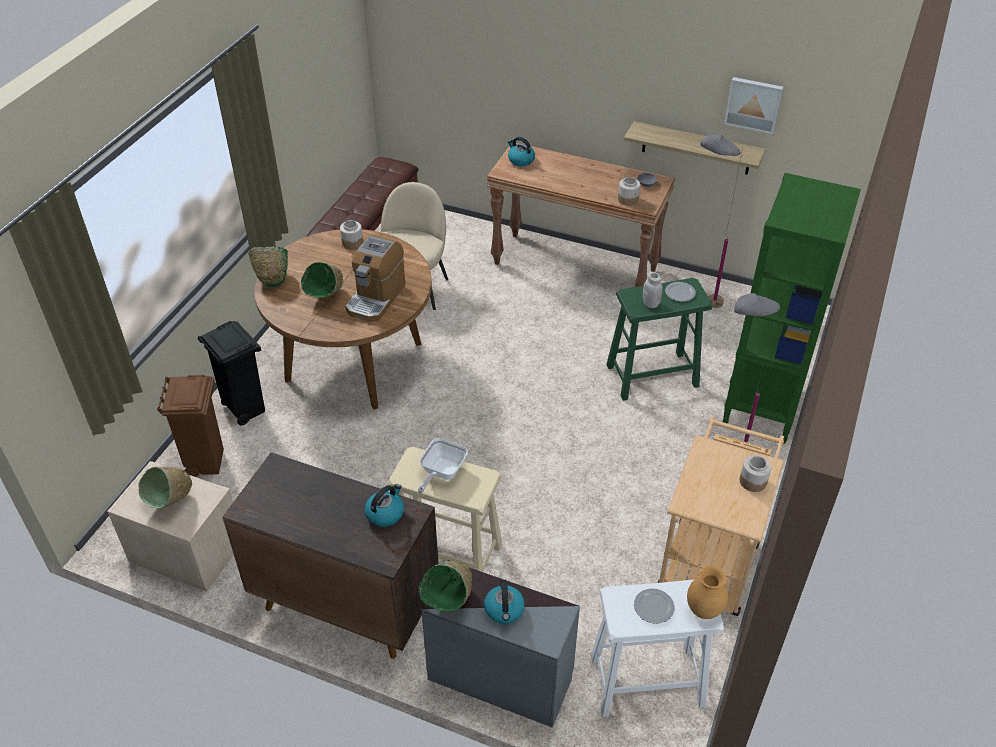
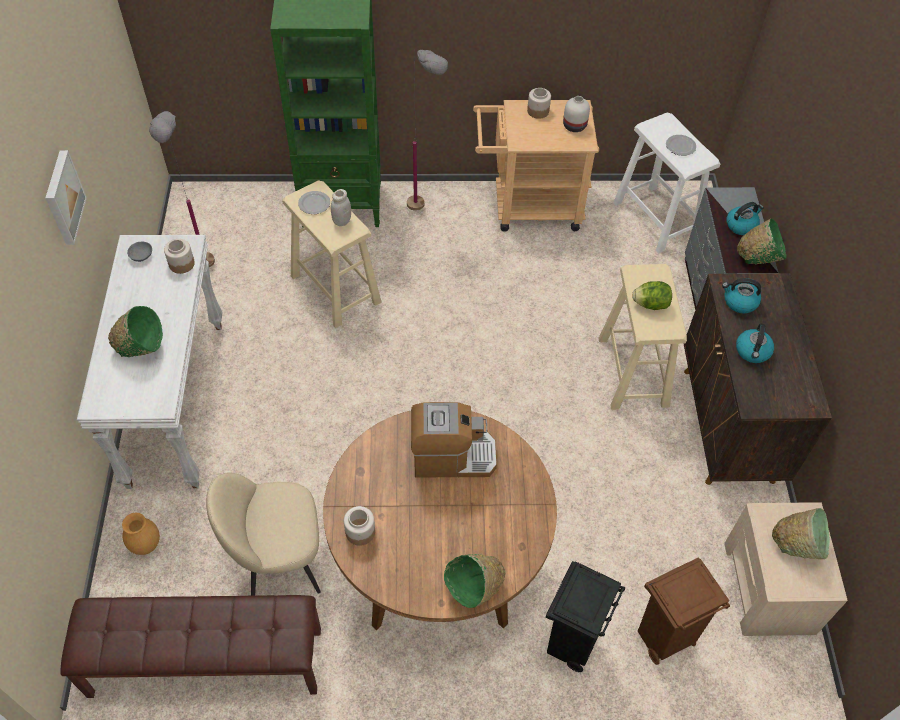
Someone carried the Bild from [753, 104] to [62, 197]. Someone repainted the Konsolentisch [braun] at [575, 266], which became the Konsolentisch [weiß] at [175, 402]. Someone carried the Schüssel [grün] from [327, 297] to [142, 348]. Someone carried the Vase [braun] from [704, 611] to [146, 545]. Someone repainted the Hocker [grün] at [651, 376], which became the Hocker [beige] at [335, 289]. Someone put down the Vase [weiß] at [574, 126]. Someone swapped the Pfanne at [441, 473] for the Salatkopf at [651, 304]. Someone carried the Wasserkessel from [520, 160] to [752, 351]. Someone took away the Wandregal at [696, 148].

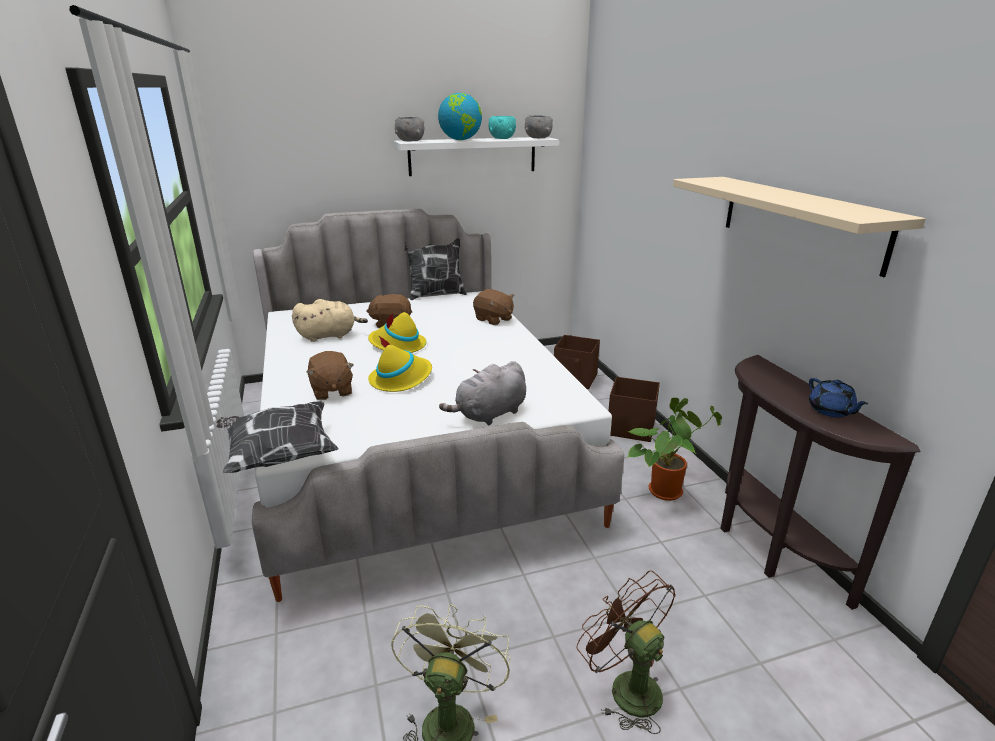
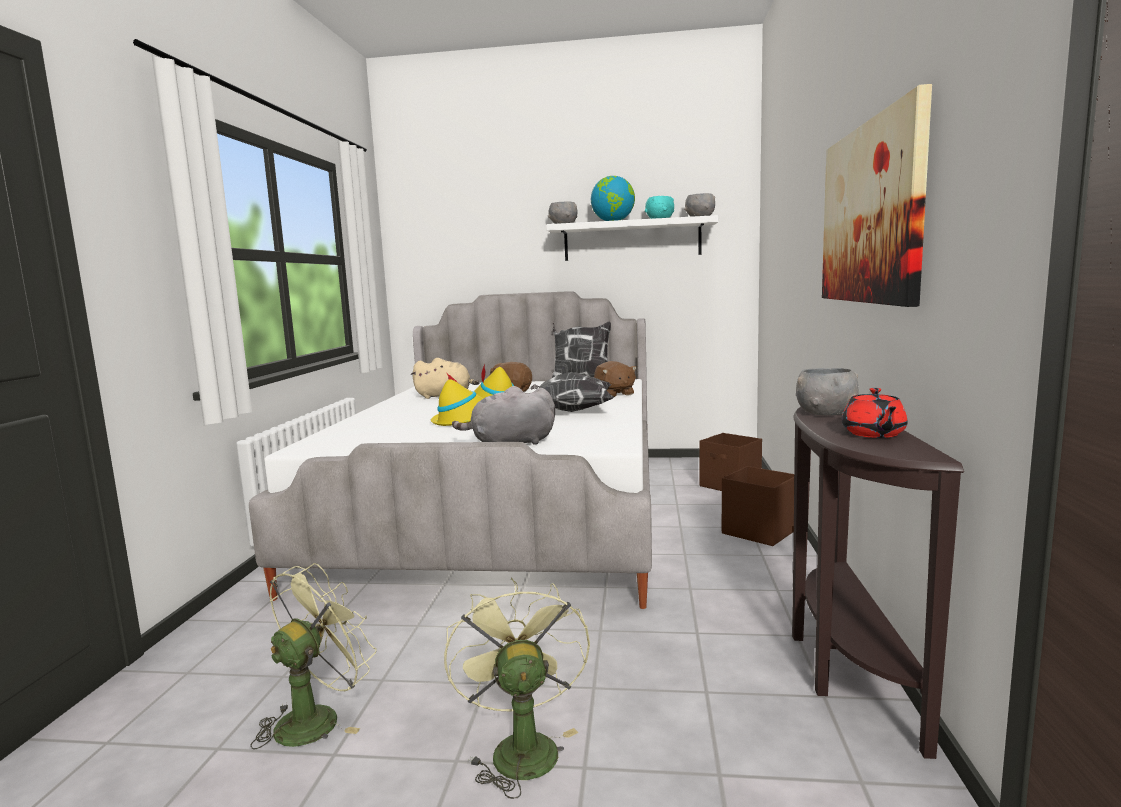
Someone repainted the Ventilator [braun] at [626, 686], which became the Ventilator [grün] at [520, 747]. Someone carried the Kissen from [279, 455] to [570, 411]. Someone put down the Schüssel [grau] at [826, 413]. Someone swapped the Wandregal [beige] at [799, 221] for the Bild at [870, 214]. Someone repainted the Teekanne [blau] at [831, 411], which became the Teekanne [rot] at [873, 434]. Someone took away the Plüschtier [braun] at [331, 391]. Someone took away the Topfpflanze at [665, 489].

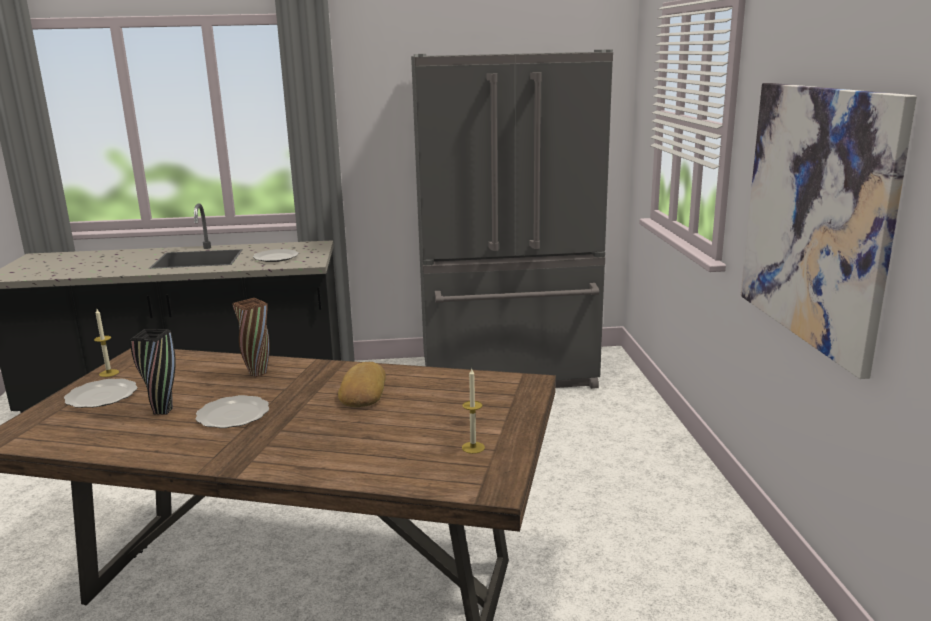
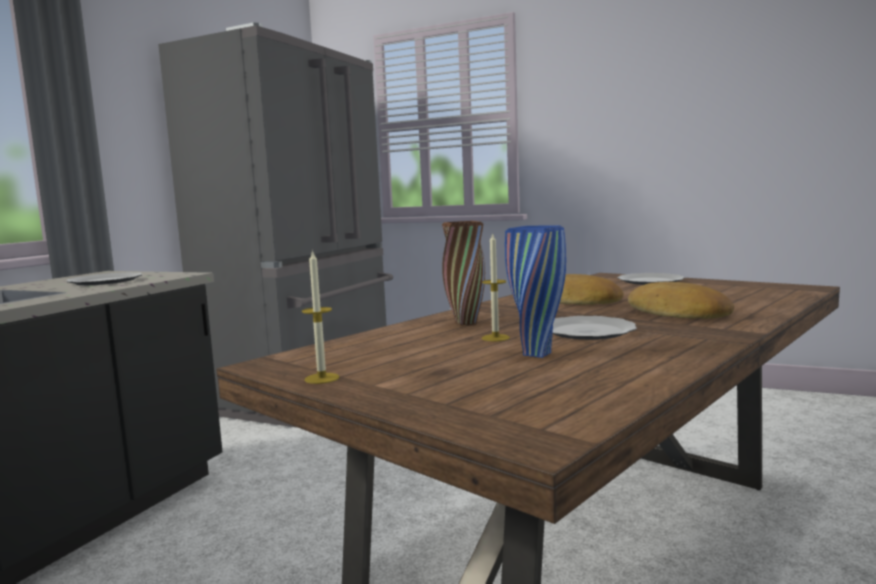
Someone carried the Kerze from [473, 447] to [495, 338]. Someone repainted the Vase [schwarz] at [163, 411], which became the Vase [blau] at [537, 354]. Someone carried the Teller from [103, 396] to [650, 281]. Someone put down the Brot at [677, 313]. Someone took away the Bild at [815, 216].

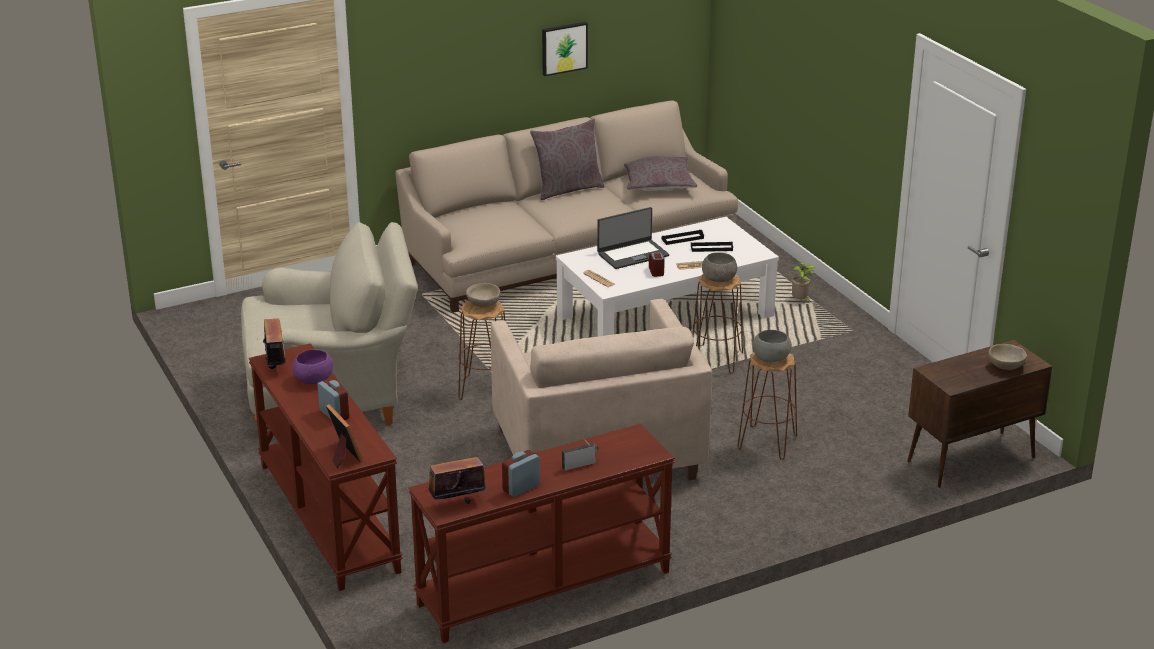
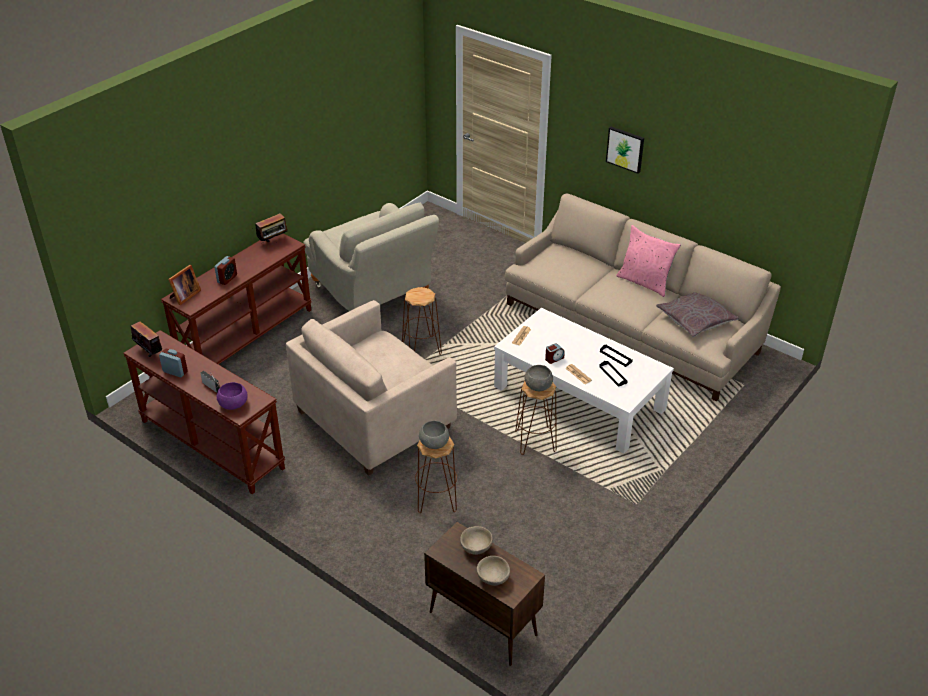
Someone carried the Schüssel [lila] from [313, 379] to [233, 404]. Someone carried the Schüssel [beige] from [483, 304] to [476, 547]. Someone carried the Bild from [564, 48] to [625, 149]. Someone repainted the Kissen [grau] at [567, 189], which became the Kissen [rosa] at [645, 282]. Someone took away the Laptop at [632, 254]. Someone took away the Topfpflanze at [800, 301].

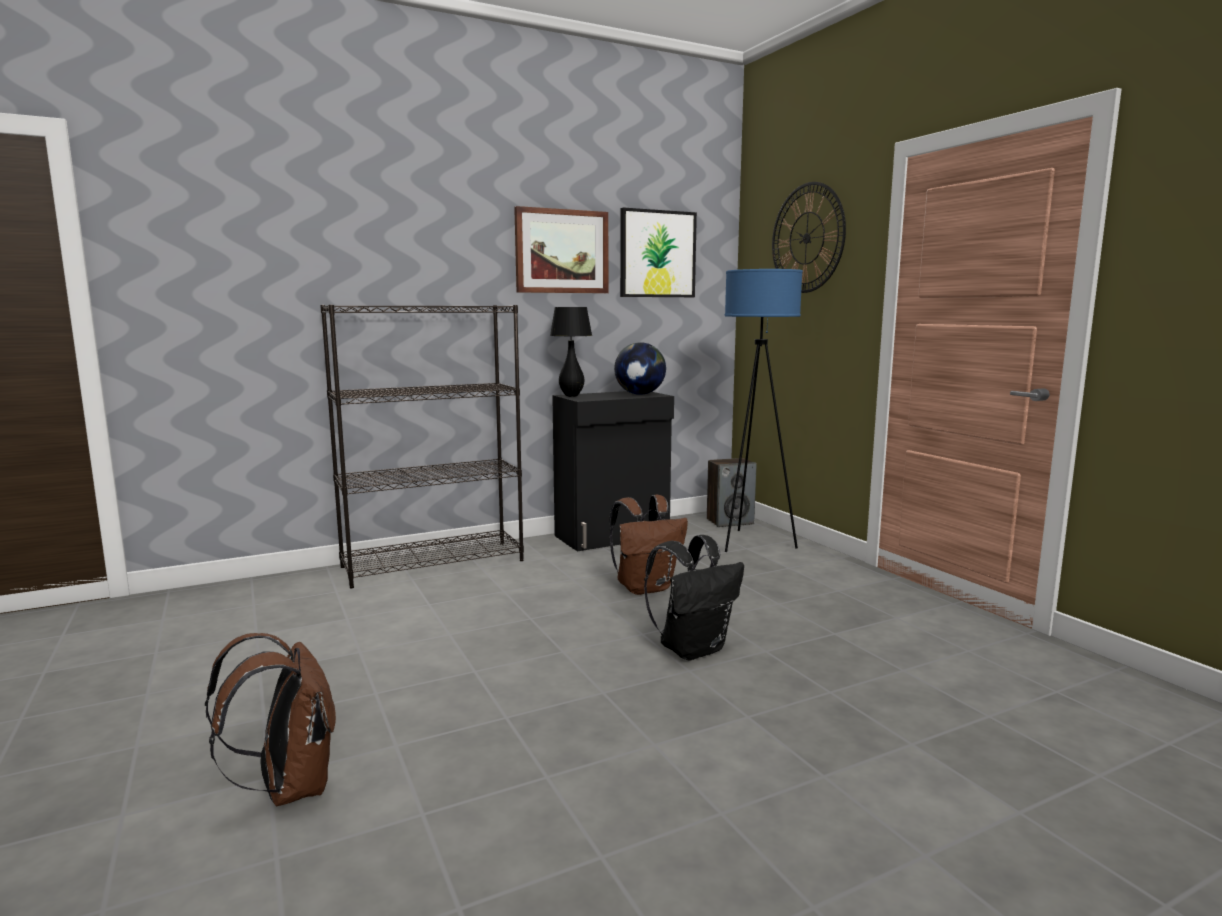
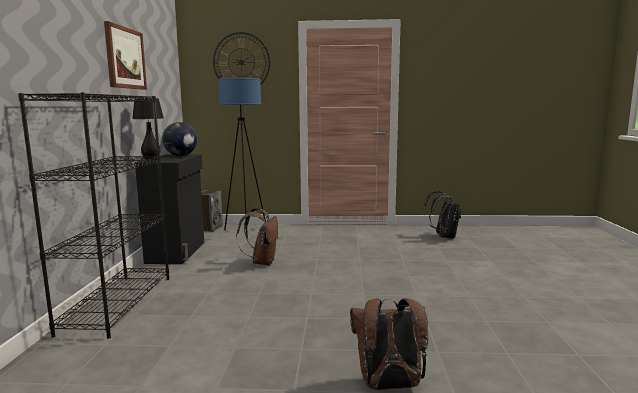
Someone carried the Rucksack [schwarz] from [693, 649] to [443, 236]. Someone took away the Bild at [657, 254].

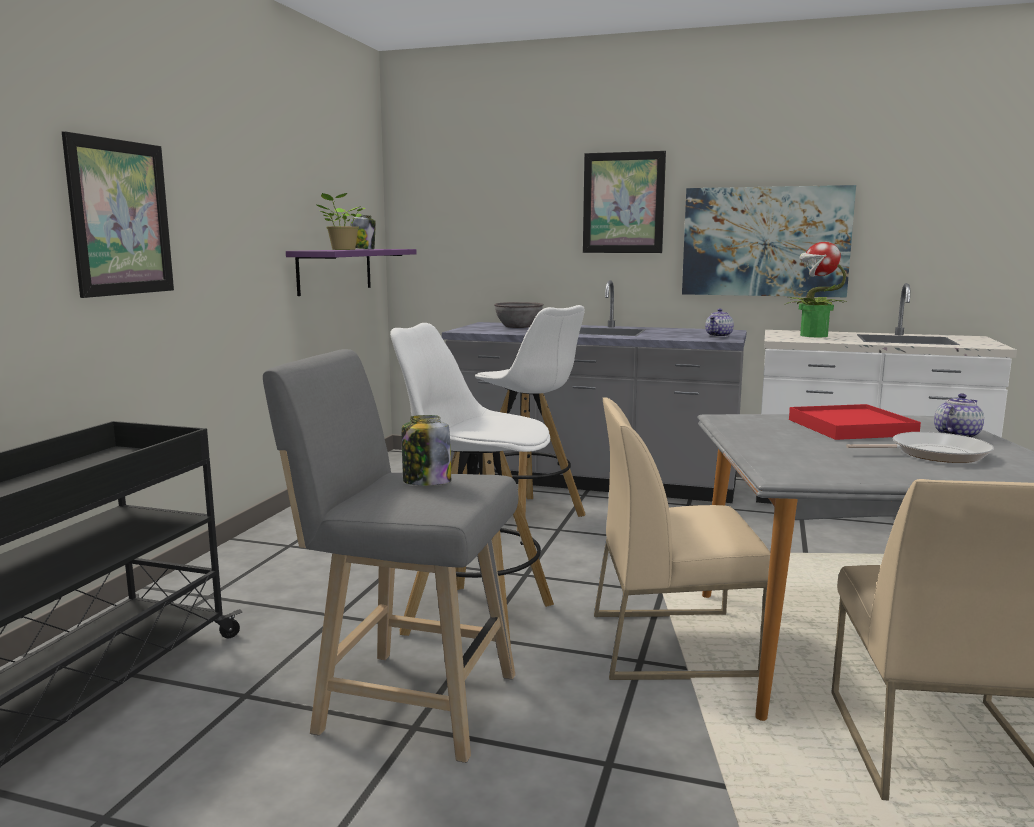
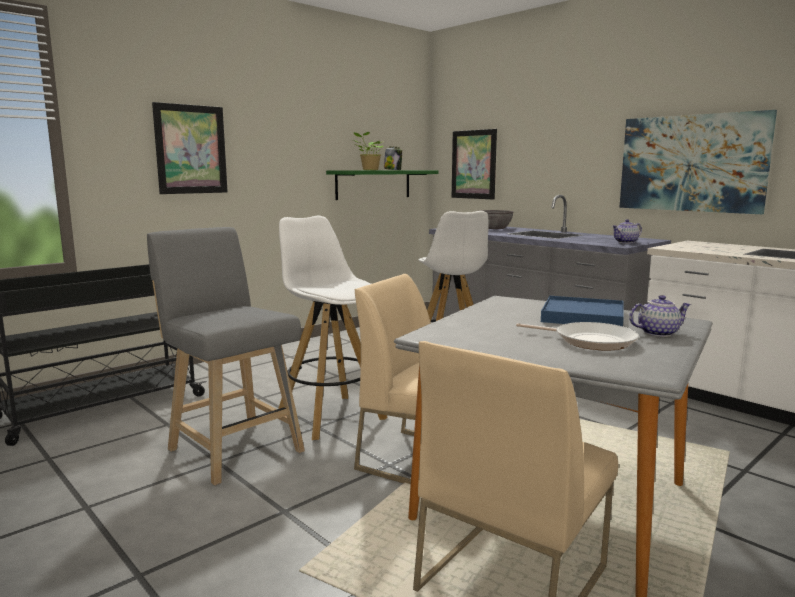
Someone repainted the Wandregal [lila] at [335, 270], which became the Wandregal [grün] at [373, 184]. Someone carried the Bild from [623, 203] to [473, 164]. Someone repainted the Tablett [rot] at [851, 427], which became the Tablett [blau] at [582, 316]. Someone took away the Vorratsglas at [426, 482]. Someone took away the Topfpflanze at [812, 335].

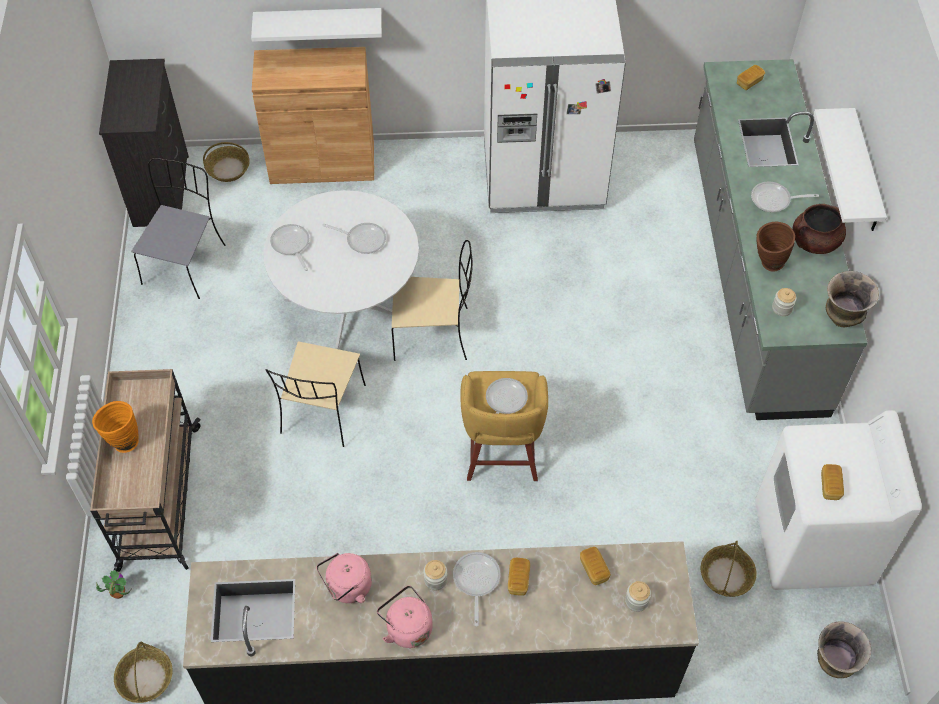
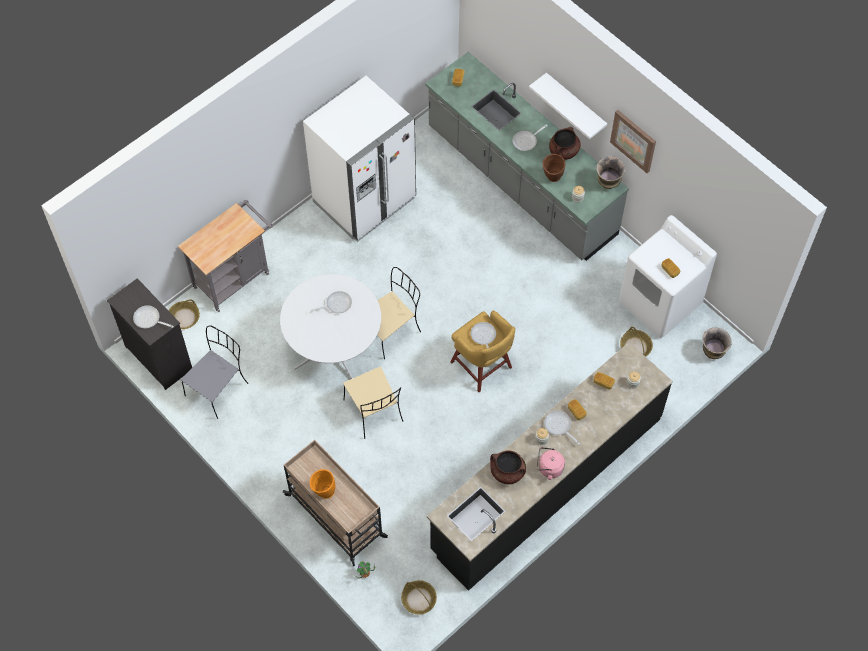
Someone carried the Pfanne from [291, 245] to [149, 319]. Someone swapped the Schrank [braun] at [322, 162] for the Rollwagen [grau] at [234, 277]. Someone rotated the Stuhl [grau] at [185, 263] by 60 degrees clockwise. Someone swapped the Wasserkessel [rosa] at [347, 588] for the Kochtopf [braun] at [507, 472]. Someone put up the Bild at [633, 140]. Someone took away the Wandregal [weiß] at [318, 22].

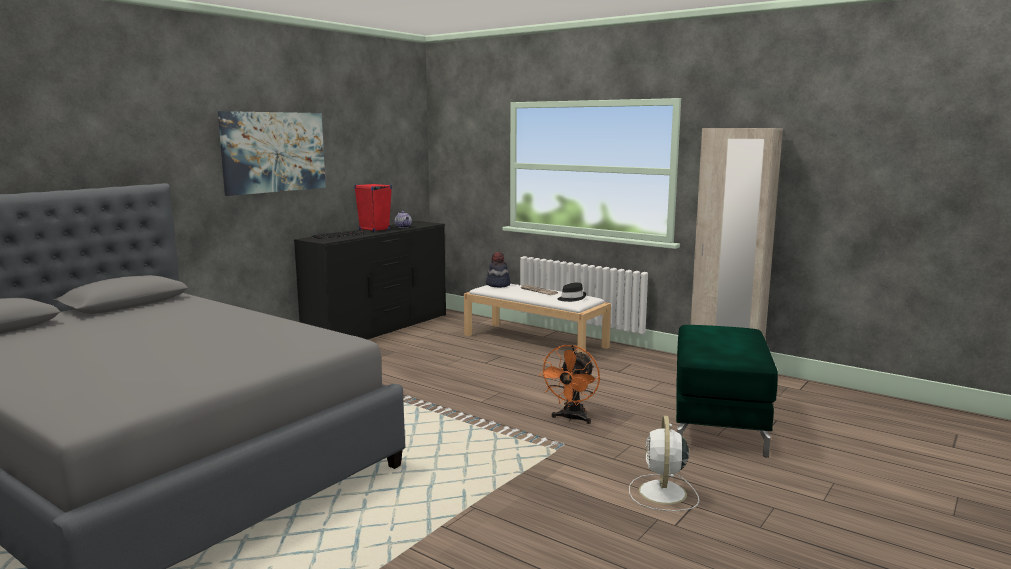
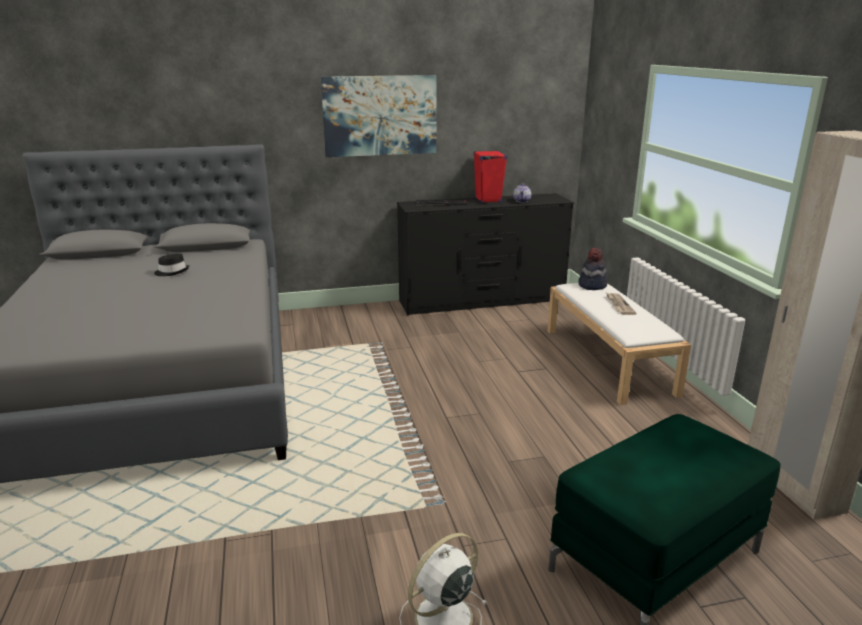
Someone carried the Hut [schwarz] from [571, 298] to [172, 272]. Someone took away the Ventilator [orange] at [571, 419].

